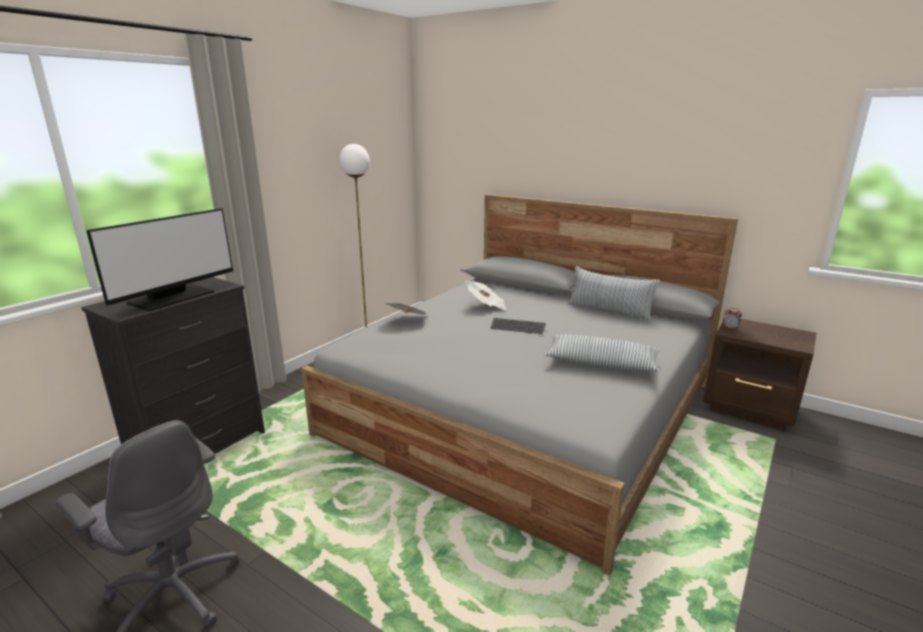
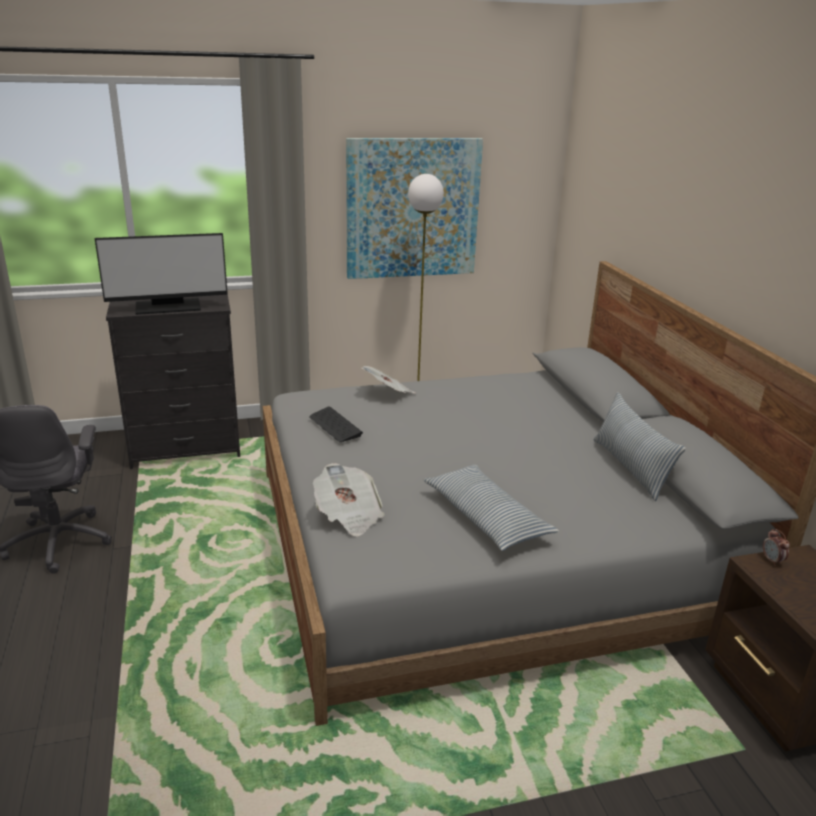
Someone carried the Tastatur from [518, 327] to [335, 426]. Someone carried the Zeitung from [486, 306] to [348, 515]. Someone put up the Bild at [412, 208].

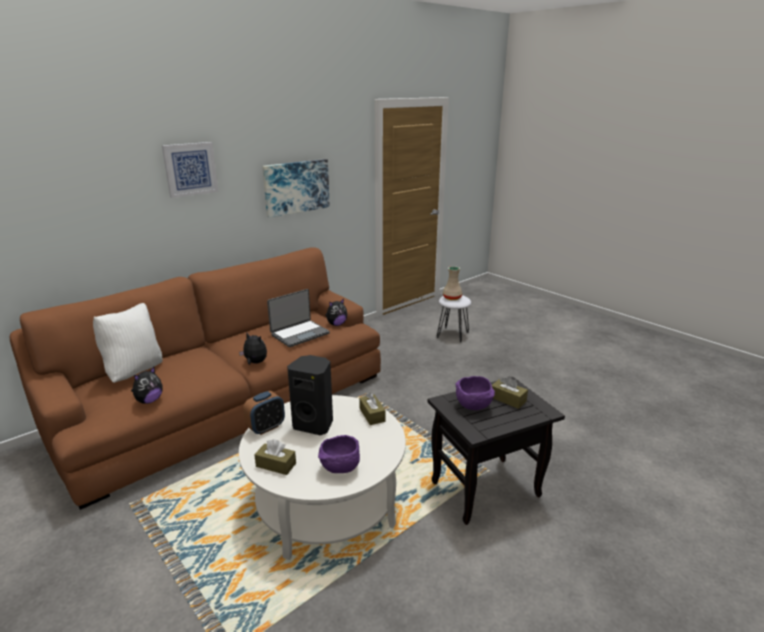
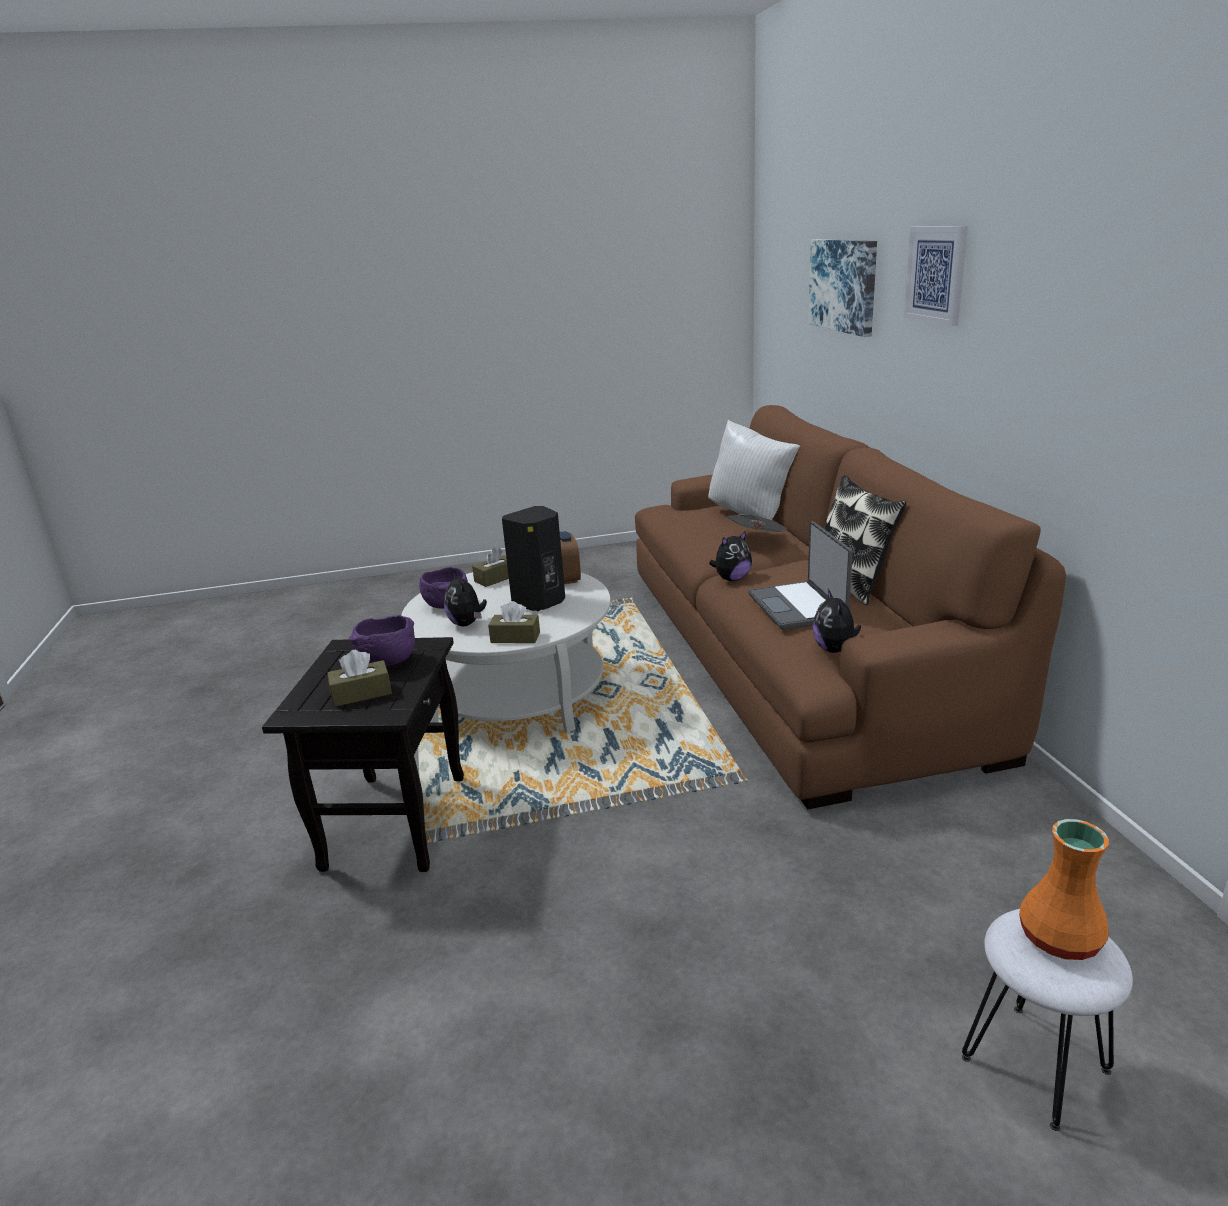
Someone carried the Plüschtier from [149, 400] to [467, 624]. Someone put down the Zeitung at [758, 540]. Someone carried the Bild from [296, 187] to [844, 285]. Someone put down the Kissen at [851, 583]. Someone repainted the Vase [beige] at [451, 298], which became the Vase [orange] at [1059, 937].

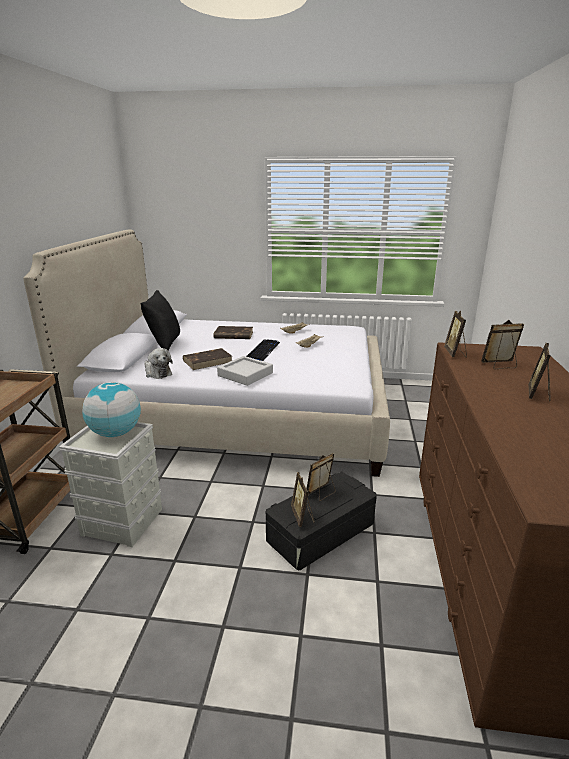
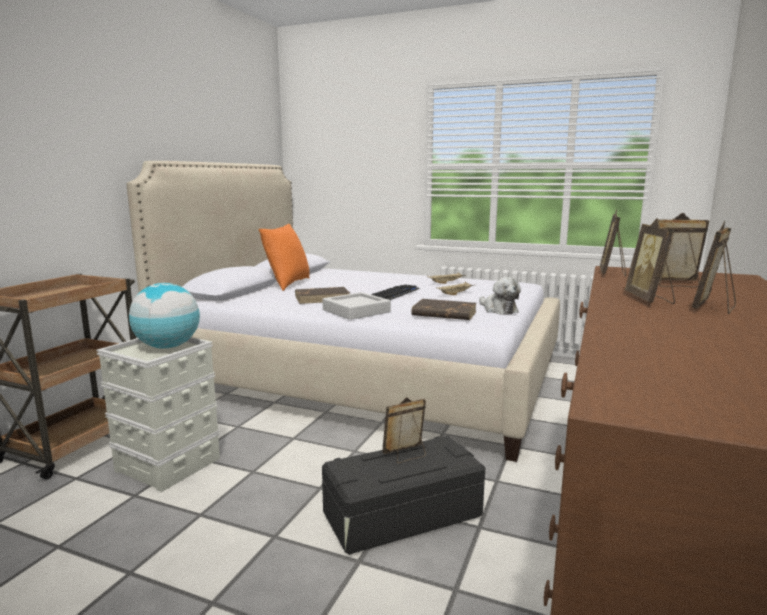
Someone repainted the Kissen [schwarz] at [164, 345], which became the Kissen [orange] at [287, 284]. Someone carried the Buch [braun] from [233, 335] to [443, 313]. Someone carried the Plüschtier from [157, 373] to [498, 310]. Someone carried the Bilderrahmen from [303, 516] to [649, 299].

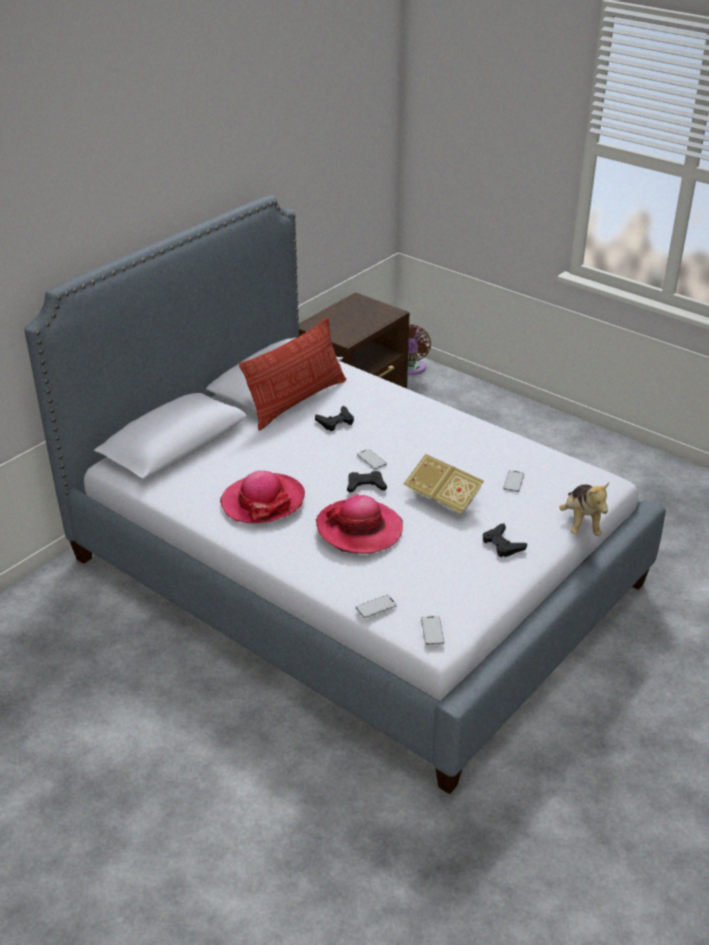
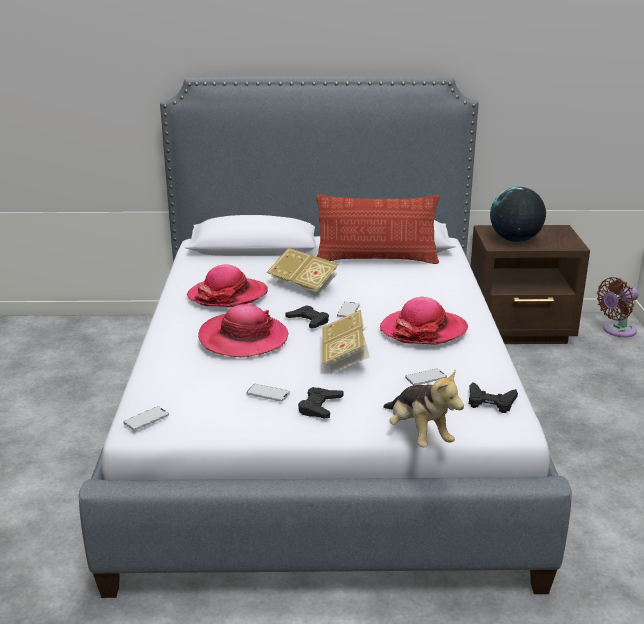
Someone carried the Handy from [376, 607] to [268, 393]. Someone put down the Buch at [303, 286]. Someone put down the Hut at [423, 330]. Someone rotated the Plüschtier at [581, 523] by 75 degrees counterclockwise. Someone carried the Gamepad [schwarz] from [335, 422] to [490, 402]. Someone put down the Globus at [515, 240].

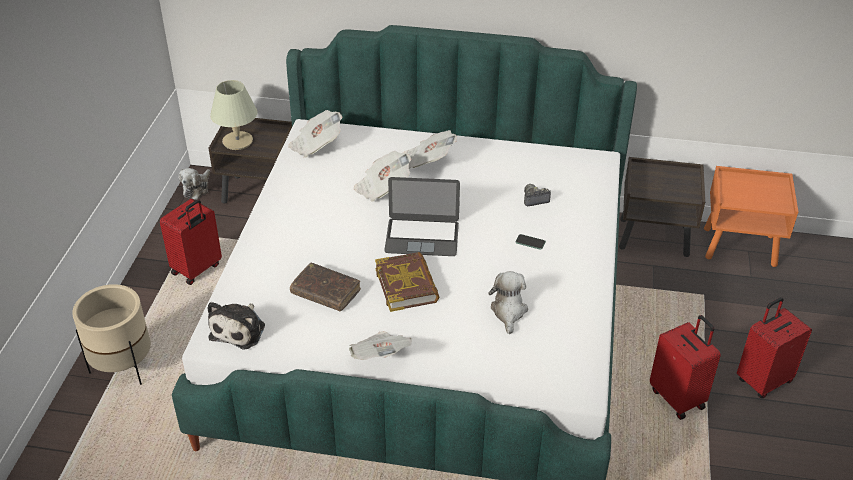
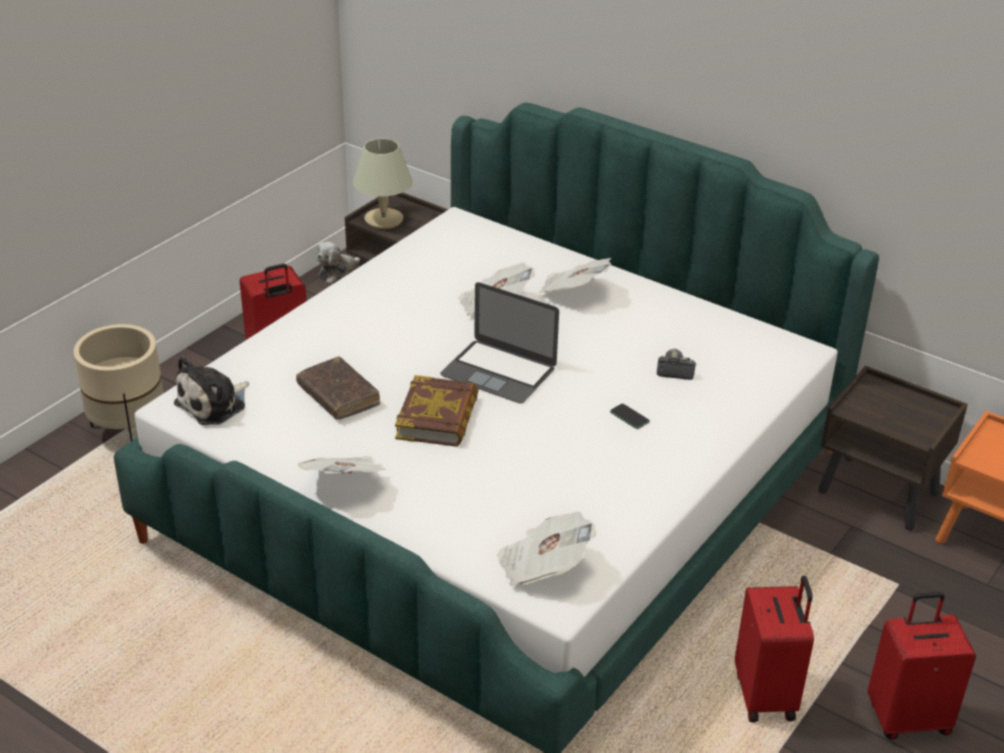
Someone carried the Zeitung from [316, 145] to [543, 567]. Someone took away the Plüschtier at [508, 311].

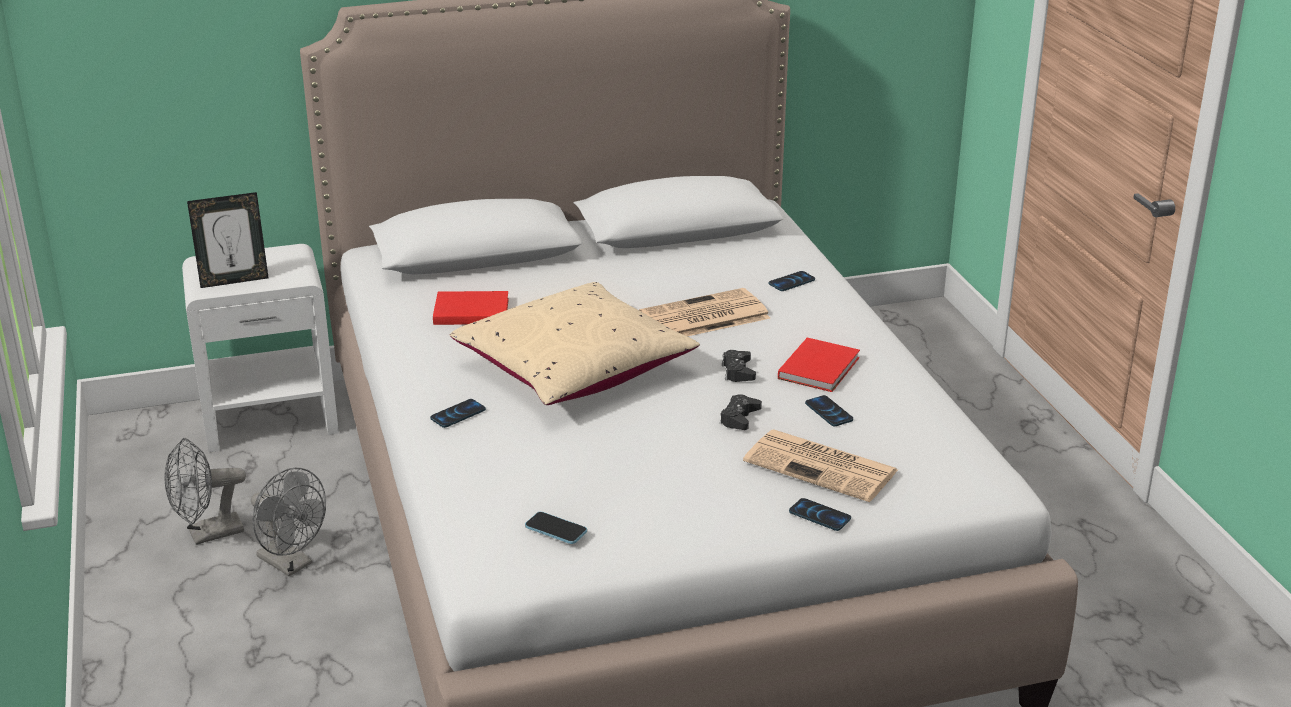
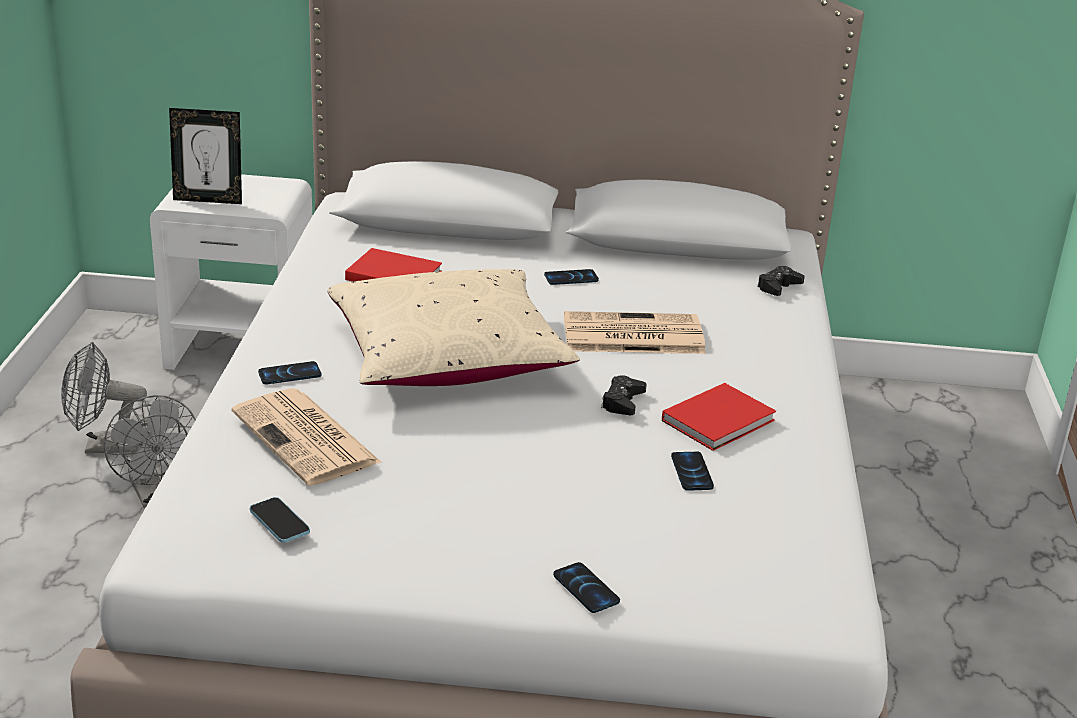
Someone carried the Zeitung from [823, 467] to [307, 439]. Someone carried the Handy from [792, 282] to [571, 278]. Someone carried the Gamepad [schwarz] from [739, 418] to [778, 287].

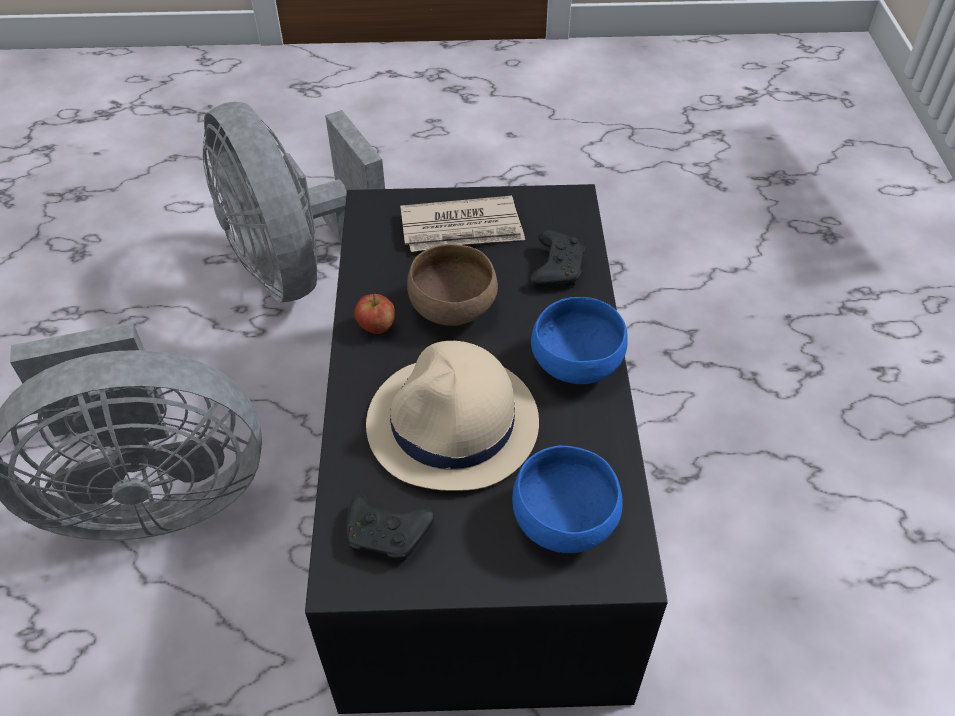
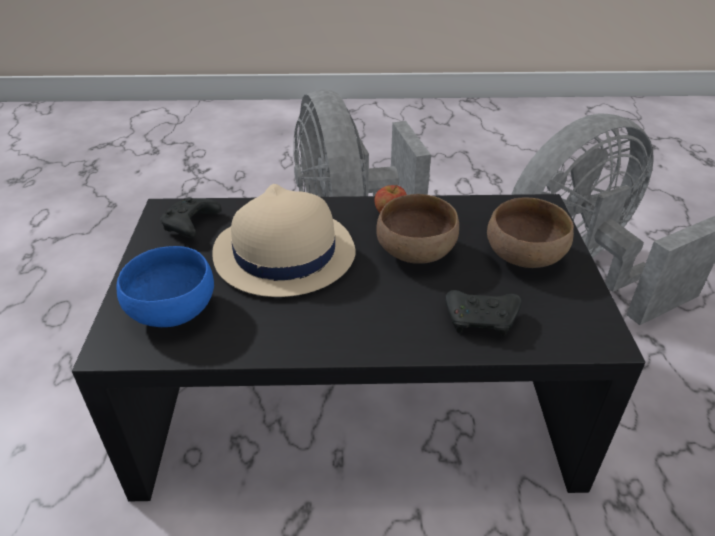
Someone swapped the Zeitung at [462, 229] for the Schüssel [braun] at [525, 257]. Someone took away the Schüssel [blau] at [576, 365].

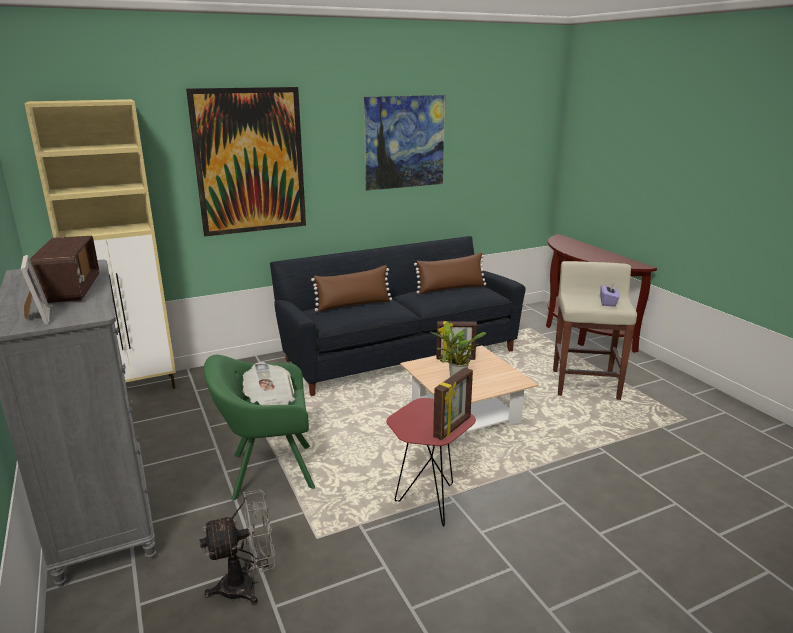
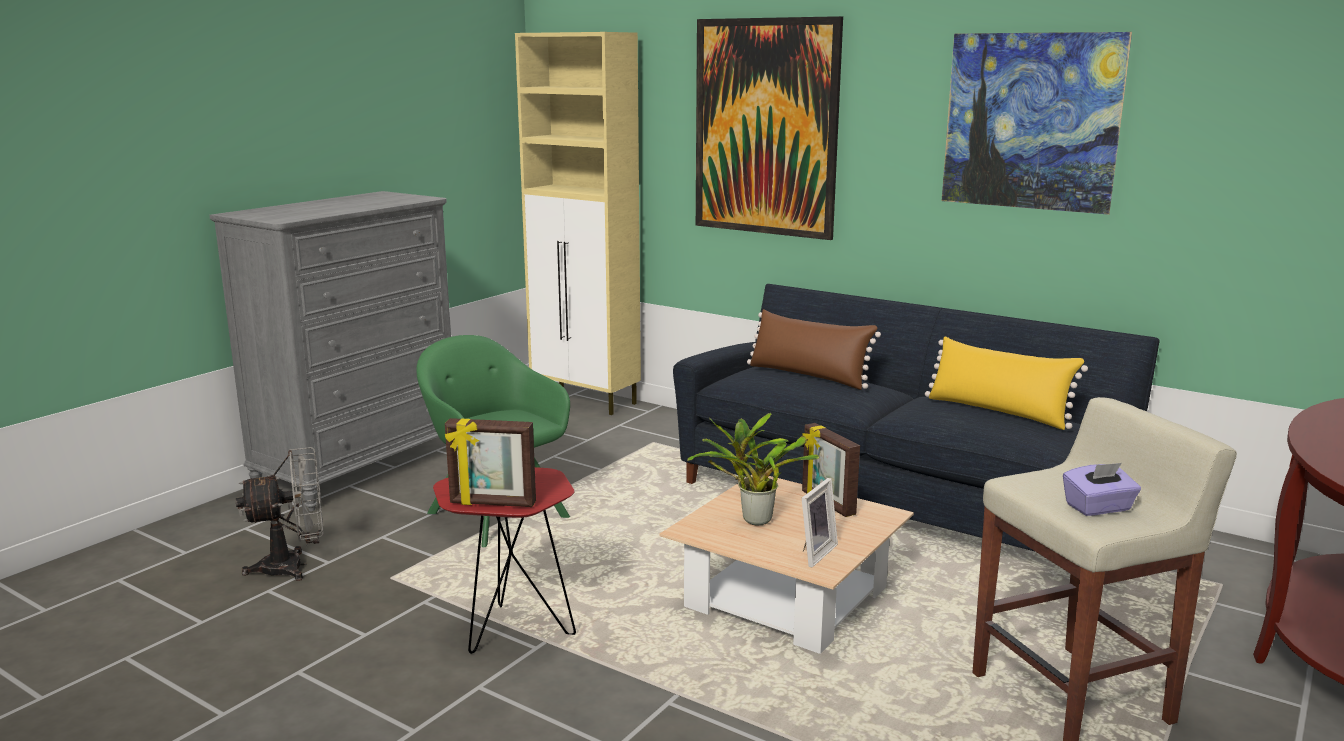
Someone rotated the Ventilator [grau] at [247, 585] by 60 degrees counterclockwise. Someone carried the Bilderrahmen from [37, 318] to [813, 553]. Someone repainted the Kissen [braun] at [451, 288], which became the Kissen [gelb] at [998, 411]. Someone took away the Radio at [71, 290]. Someone took away the Zeitung at [269, 400].

